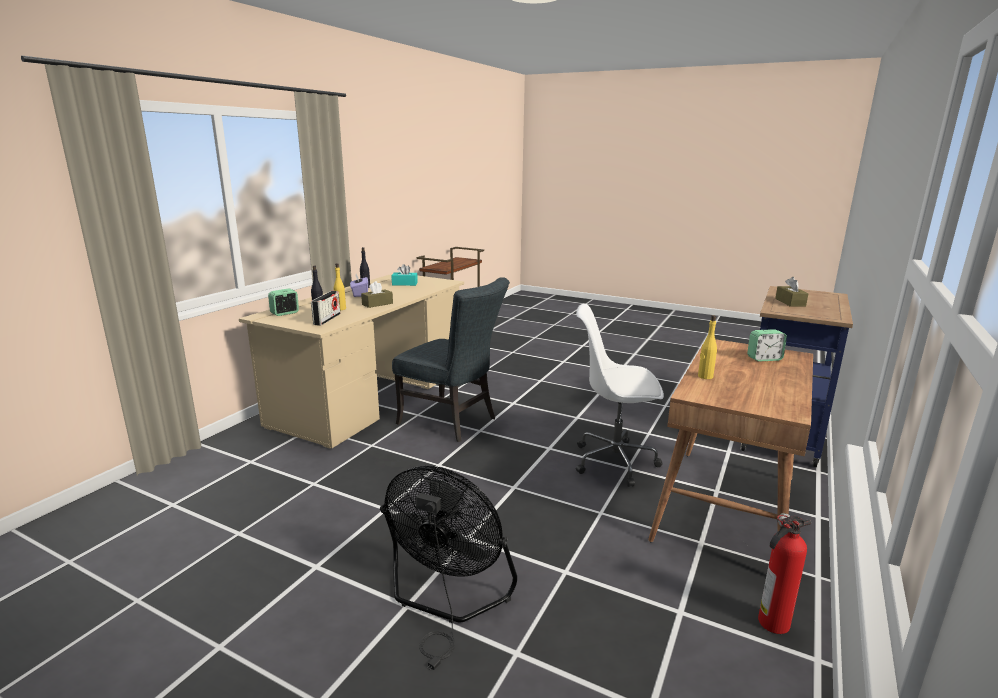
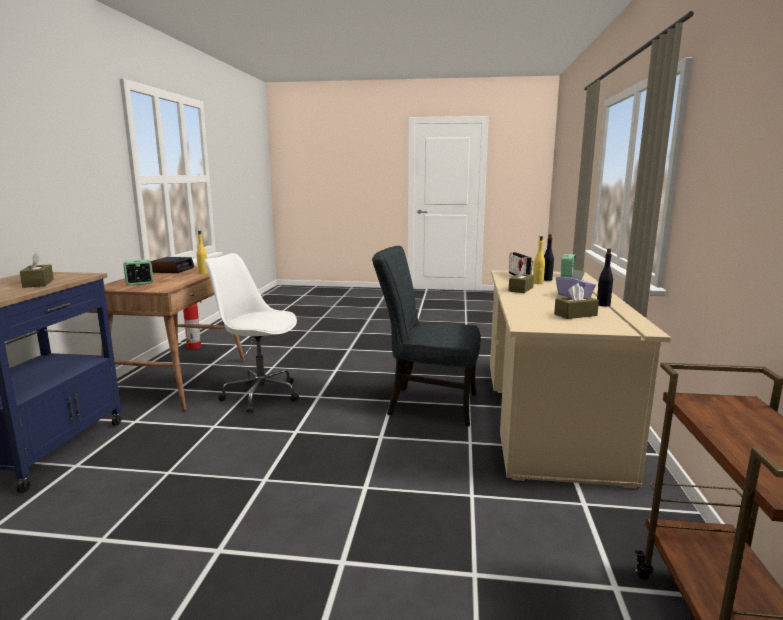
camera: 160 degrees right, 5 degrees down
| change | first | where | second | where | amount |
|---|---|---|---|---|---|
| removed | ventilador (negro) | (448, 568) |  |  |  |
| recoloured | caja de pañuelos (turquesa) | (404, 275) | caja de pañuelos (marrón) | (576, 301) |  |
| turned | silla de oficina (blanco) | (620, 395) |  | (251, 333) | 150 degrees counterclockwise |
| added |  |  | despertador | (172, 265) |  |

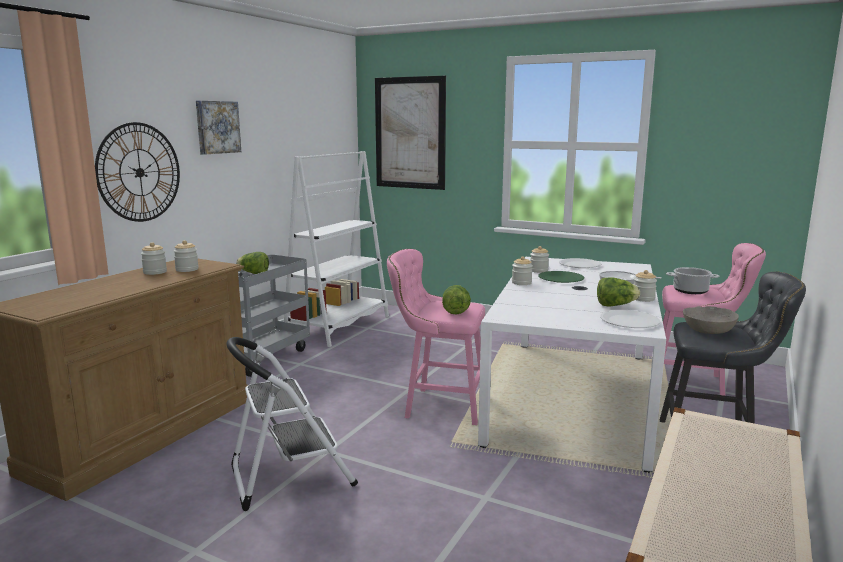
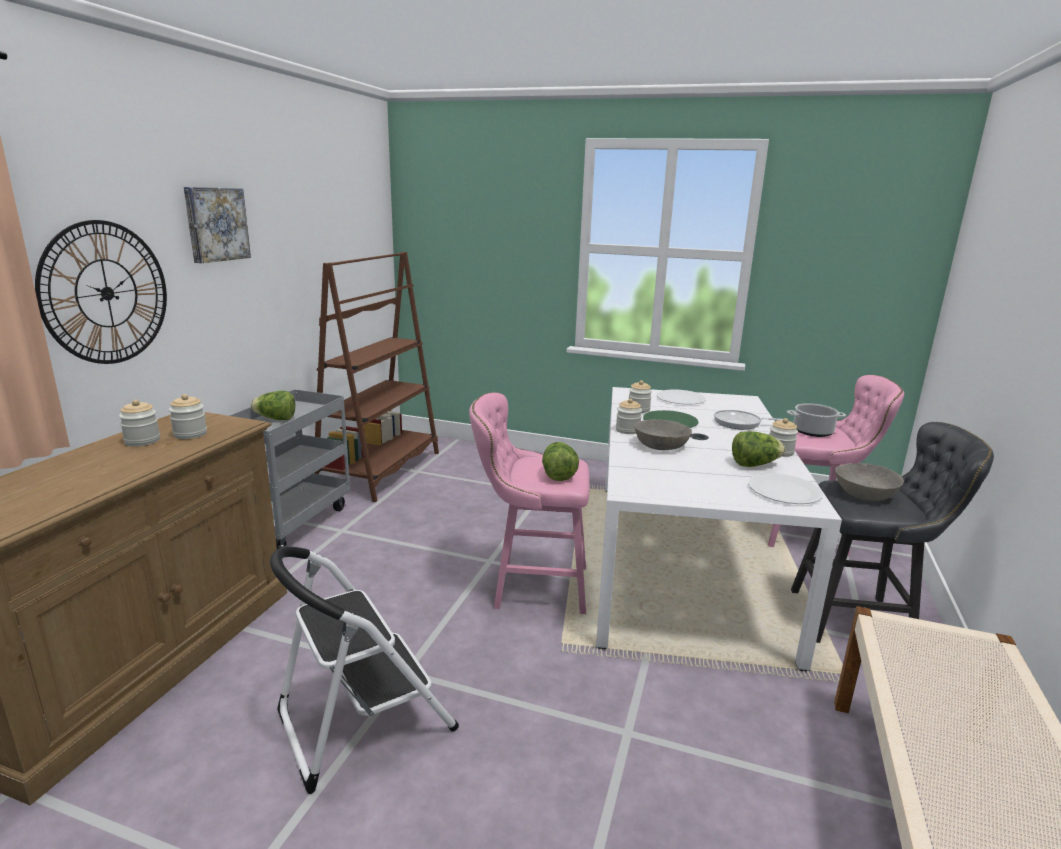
camera: 10 degrees left, 5 degrees up
| change | first | where | second | where | amount |
|---|---|---|---|---|---|
| recoloured | estantería (blanco) | (336, 249) | estantería (marrón) | (377, 377) |  |
| removed | cuadro | (410, 132) |  |  |  |
| added |  |  | cuenco (gris) | (663, 434) |  |

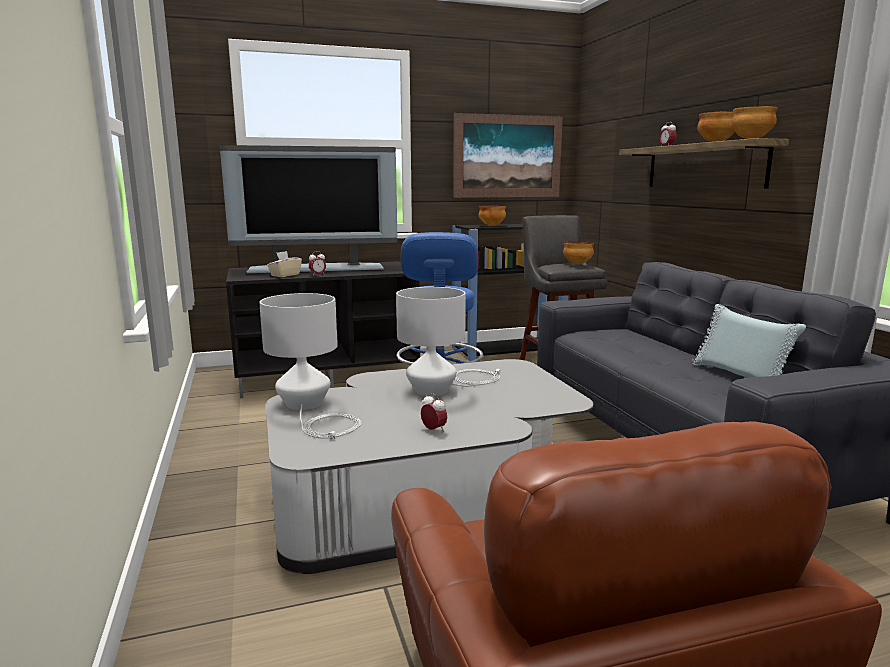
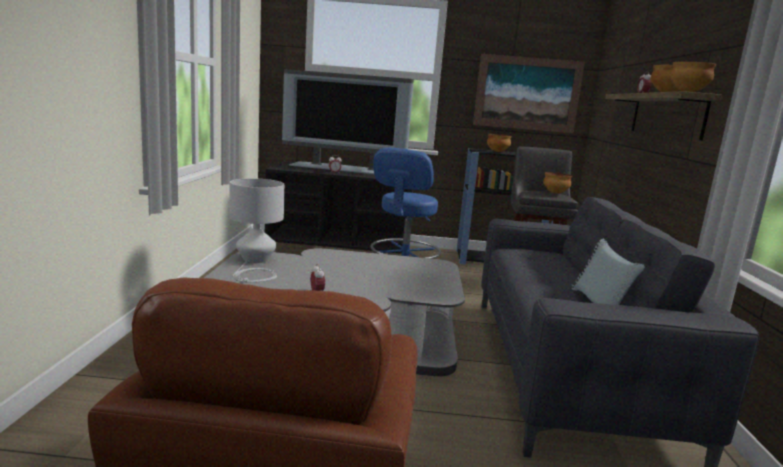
camera: 20 degrees right, 0 degrees up
| change | first | where | second | where | amount |
|---|---|---|---|---|---|
| removed | caja de pañuelos (beis) | (284, 264) |  |  |  |
| removed | lámpara de mesa (blanco) | (448, 341) |  |  |  |

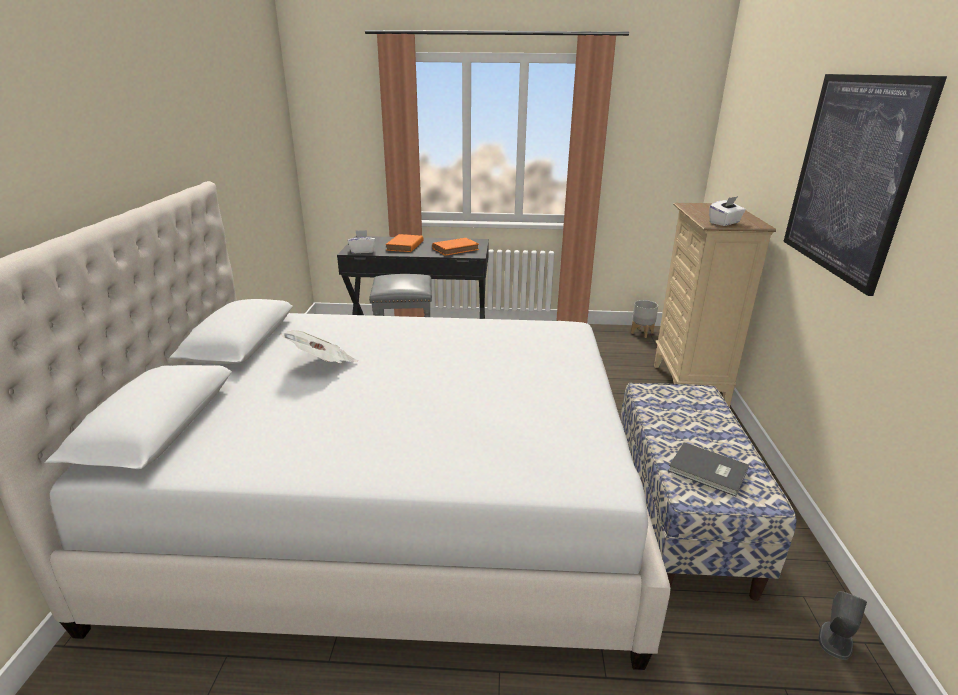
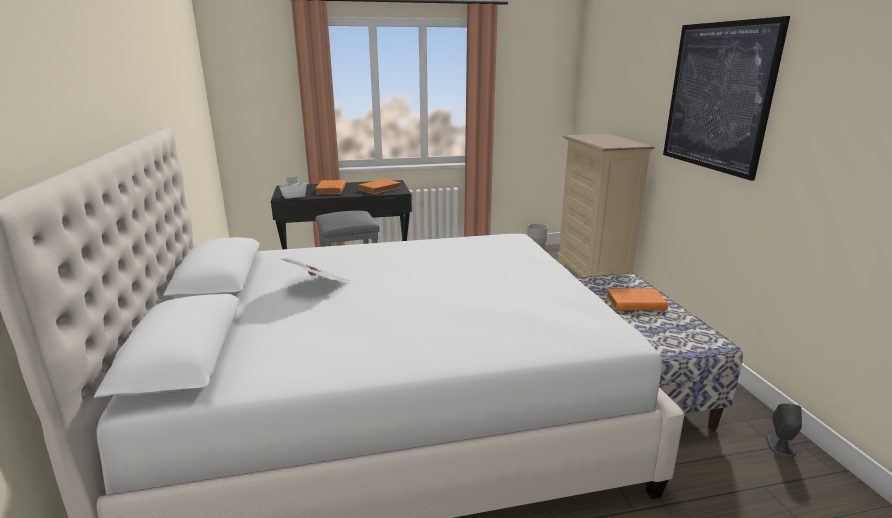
camera: 15 degrees left, 5 degrees down
| change | first | where | second | where | amount |
|---|---|---|---|---|---|
| removed | libro (gris) | (708, 469) |  |  |  |
| removed | caja de pañuelos (blanco) | (727, 211) |  |  |  |
| added |  |  | libro (naranja) | (637, 299) |  |

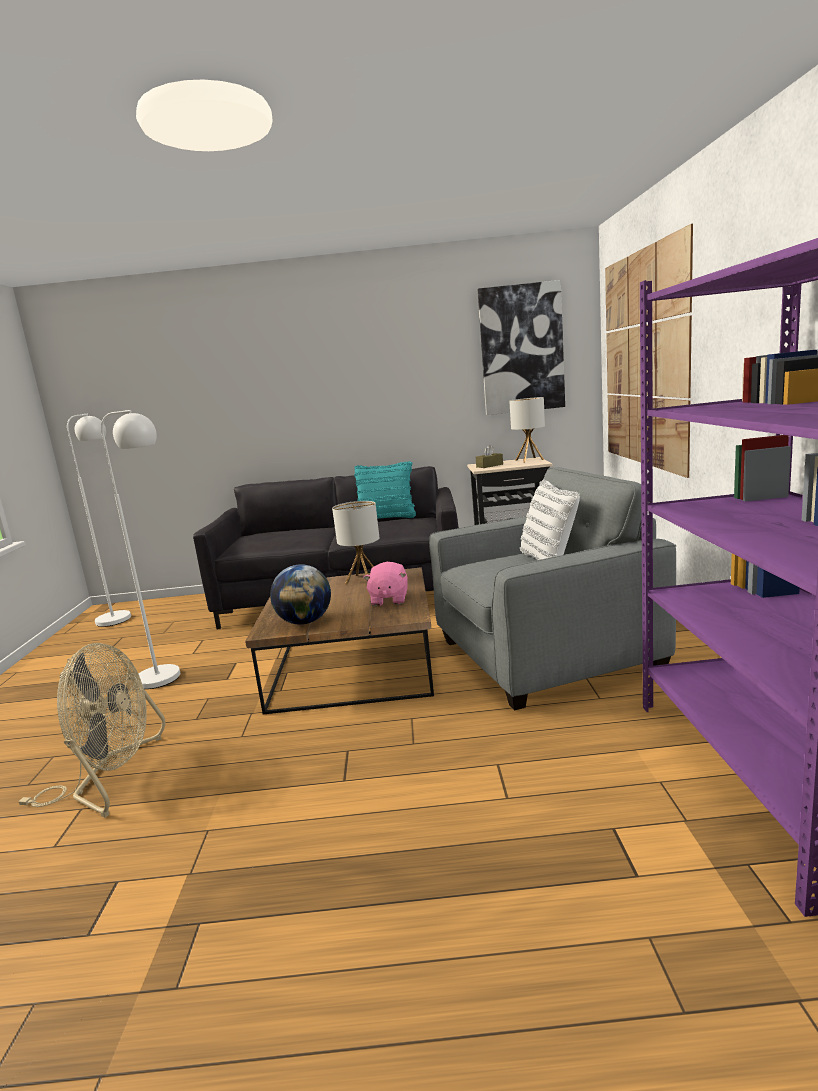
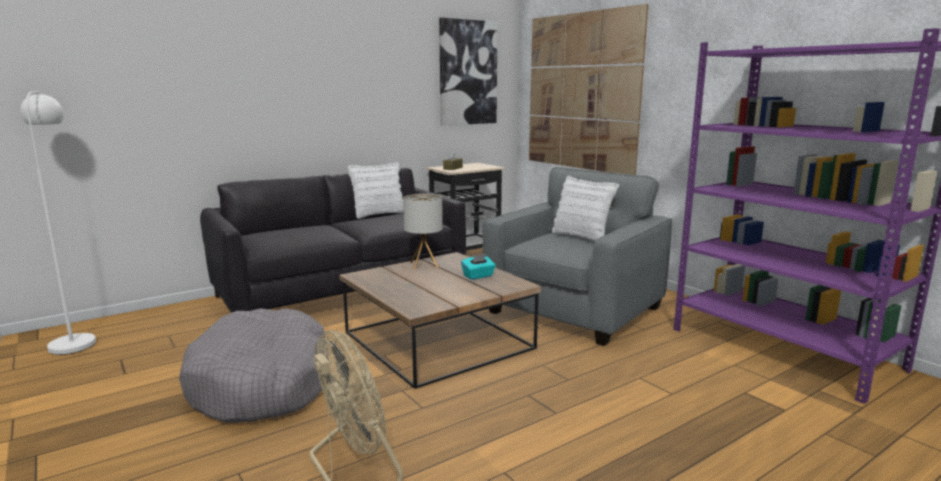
camera: 35 degrees left, 0 degrees up
| change | first | where | second | where | amount |
|---|---|---|---|---|---|
| replaced | lámpara de pie (blanco) | (140, 549) | cama para perro (gris) | (253, 365) |  |
| removed | globo terráqueo | (300, 594) |  |  |  |
| recoloured | cojín (turquesa) | (385, 490) | cojín (blanco) | (376, 190) |  |
| replaced | peluche (rosa) | (385, 584) | caja de pañuelos (turquesa) | (478, 267) |  |
| removed | lámpara de mesa | (527, 430) |  |  |  |

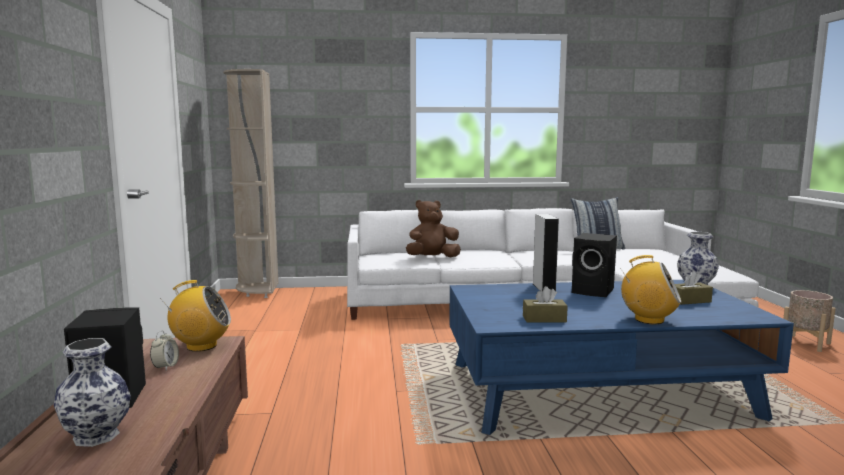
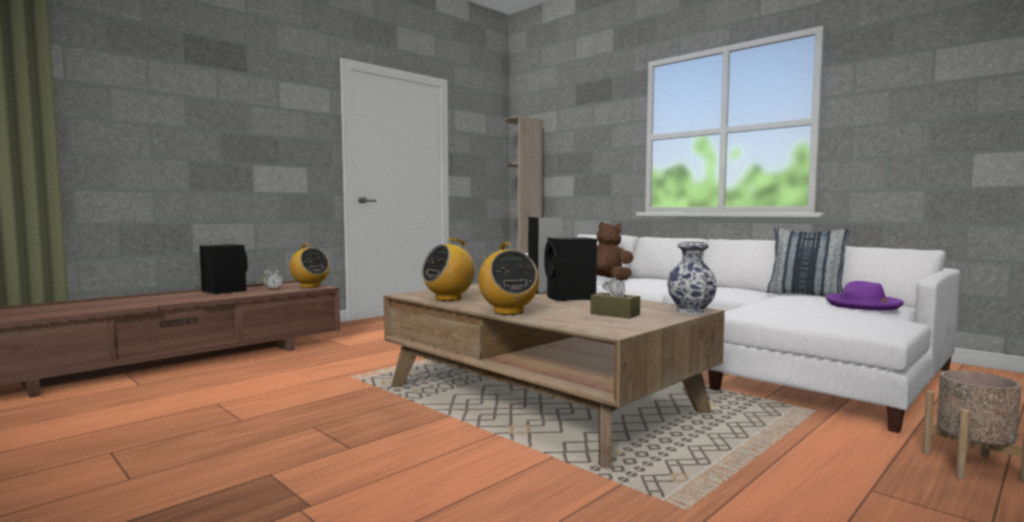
camera: 50 degrees right, 5 degrees down
| change | first | where | second | where | amount |
|---|---|---|---|---|---|
| removed | florero | (92, 392) |  |  |  |
| recoloured | mesa de centro (azul) | (621, 357) | mesa de centro (marrón) | (554, 376) |  |
| replaced | caja de pañuelos (marrón) | (545, 304) | radio | (448, 269) |  |
| added |  |  | sombrero (morado) | (865, 295) |  |

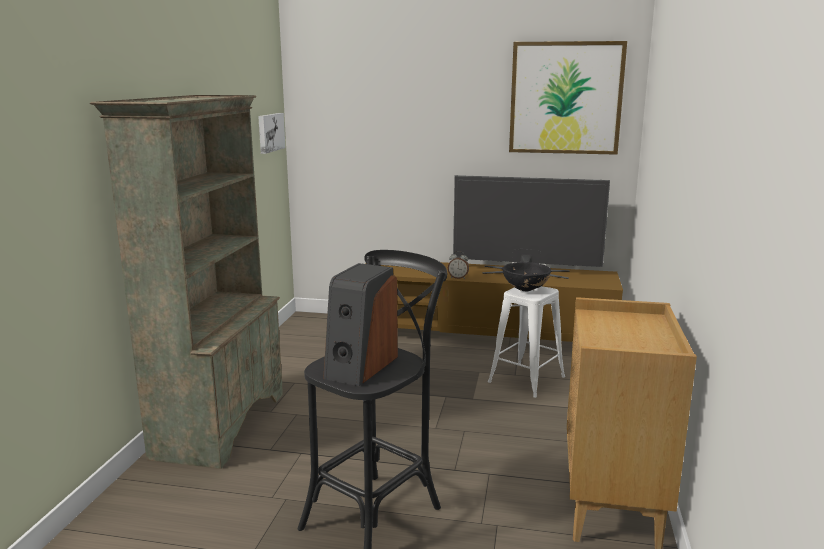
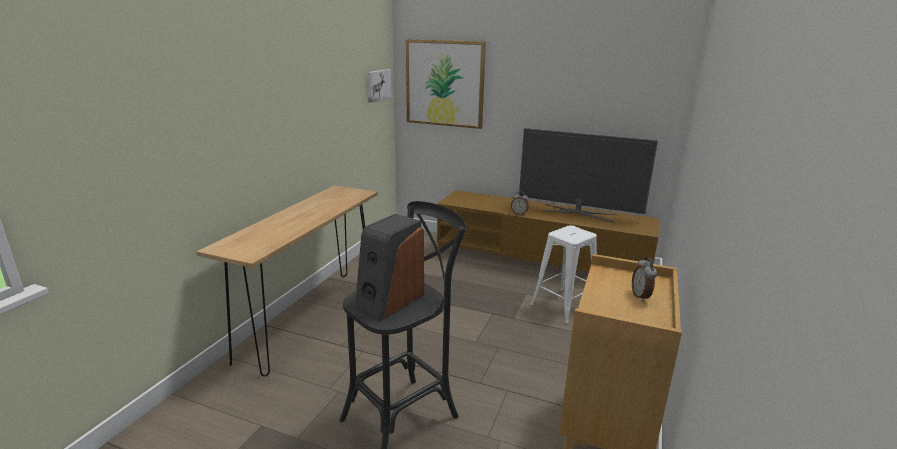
camera: 10 degrees right, 5 degrees up
| change | first | where | second | where | amount |
|---|---|---|---|---|---|
| replaced | estantería (verde) | (186, 282) | mesa consola (marrón) | (287, 280) |  |
| removed | cuenco (negro) | (526, 277) |  |  |  |
| moved | cuadro | (568, 98) |  | (446, 84) |  |
| added |  |  | despertador | (644, 279) |  |

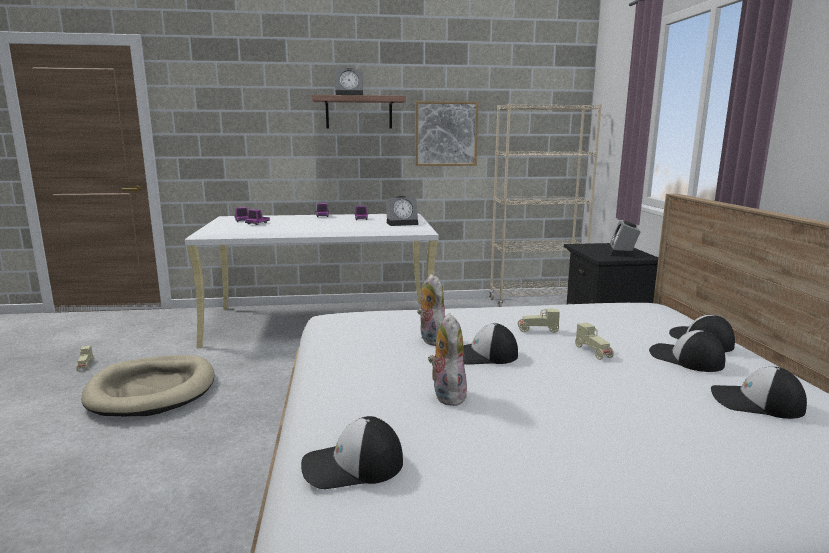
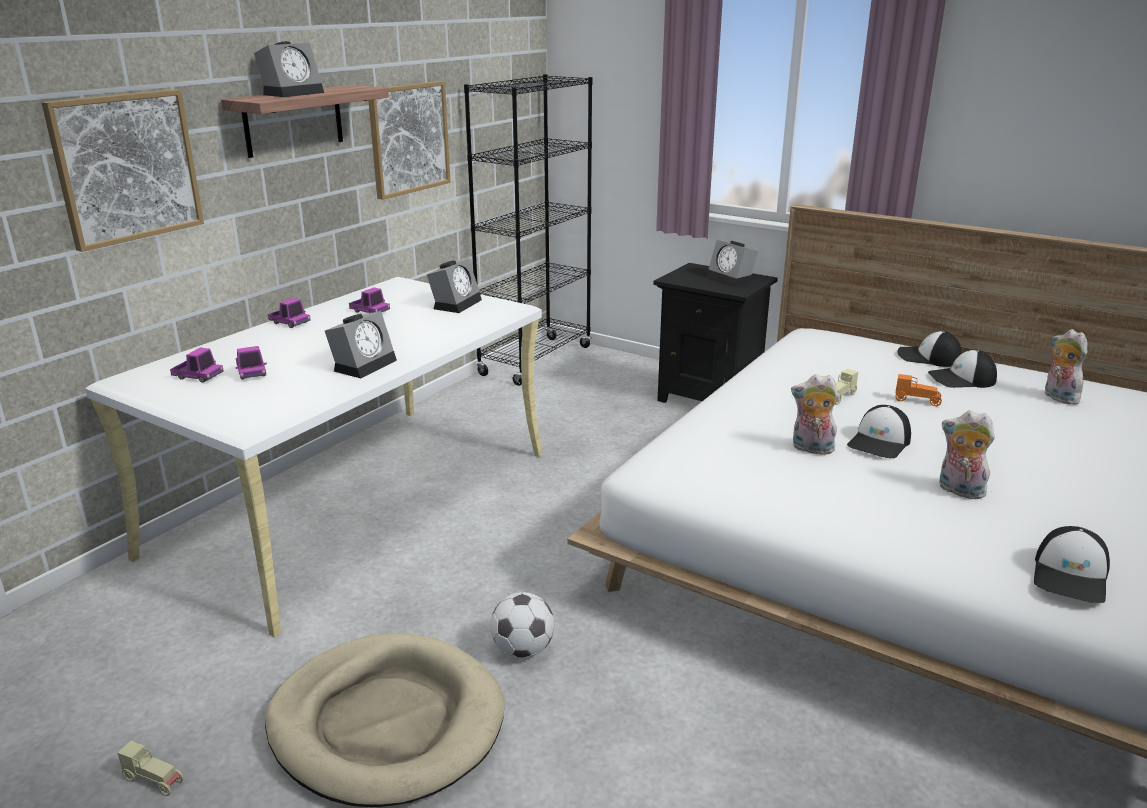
camera: 50 degrees left, 10 degrees up
| change | first | where | second | where | amount |
|---|---|---|---|---|---|
| recoloured | estantería (beis) | (545, 205) | estantería (negro) | (528, 230) |  |
| recoloured | coche de juguete (beis) | (594, 341) | coche de juguete (naranja) | (918, 390) |  |
| replaced | gorra | (759, 393) | peluche | (1066, 367) |  |
| added |  |  | cuadro | (122, 170) |  |
| added |  |  | despertador | (361, 344) |  |
| added |  |  | balón de fútbol | (522, 625) |  |

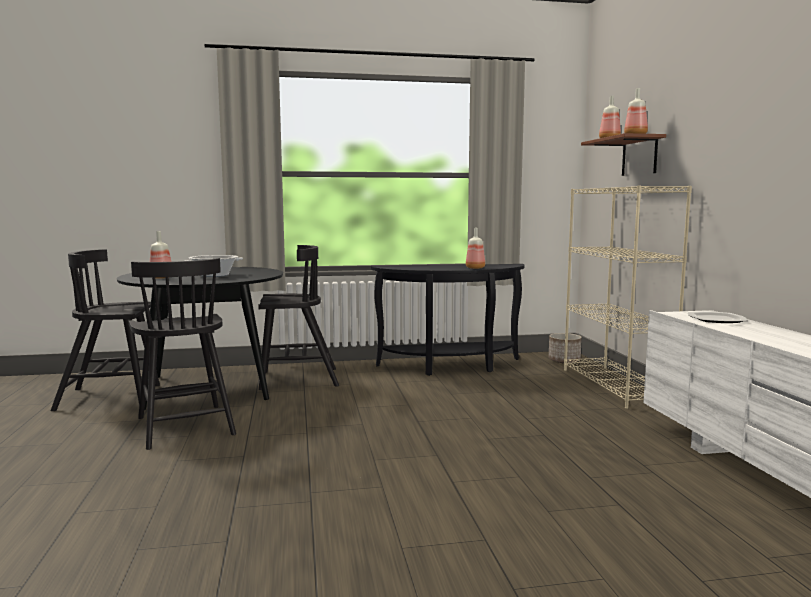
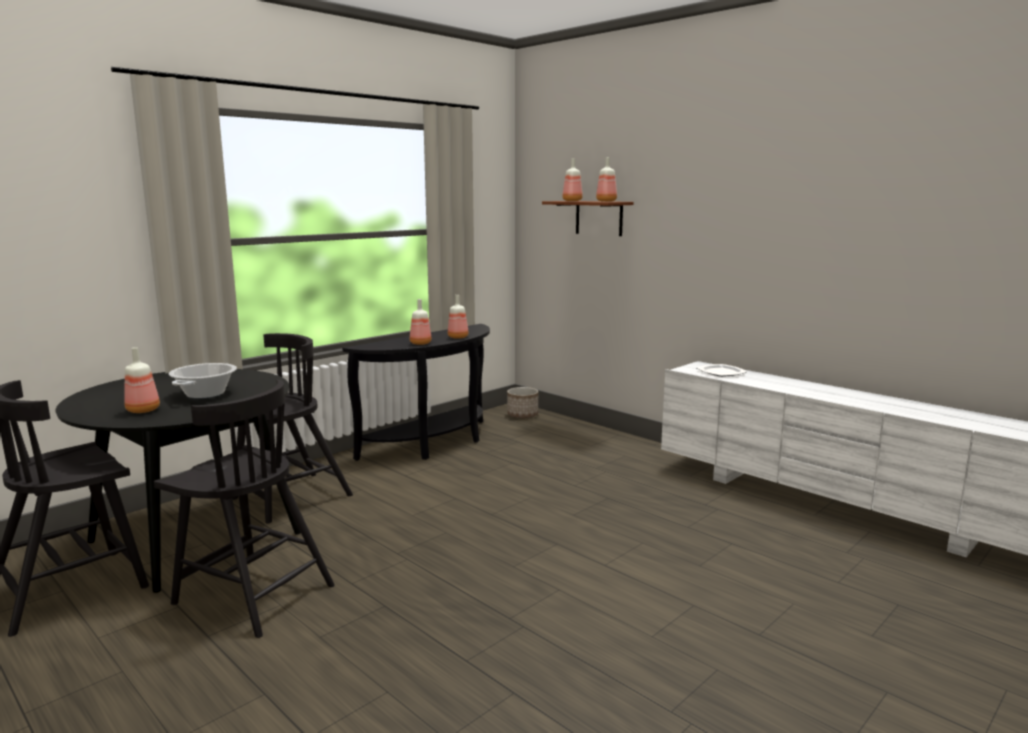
camera: 35 degrees left, 5 degrees up
| change | first | where | second | where | amount |
|---|---|---|---|---|---|
| removed | estantería (beis) | (628, 297) |  |  |  |
| added |  |  | botella | (421, 322) |  |

